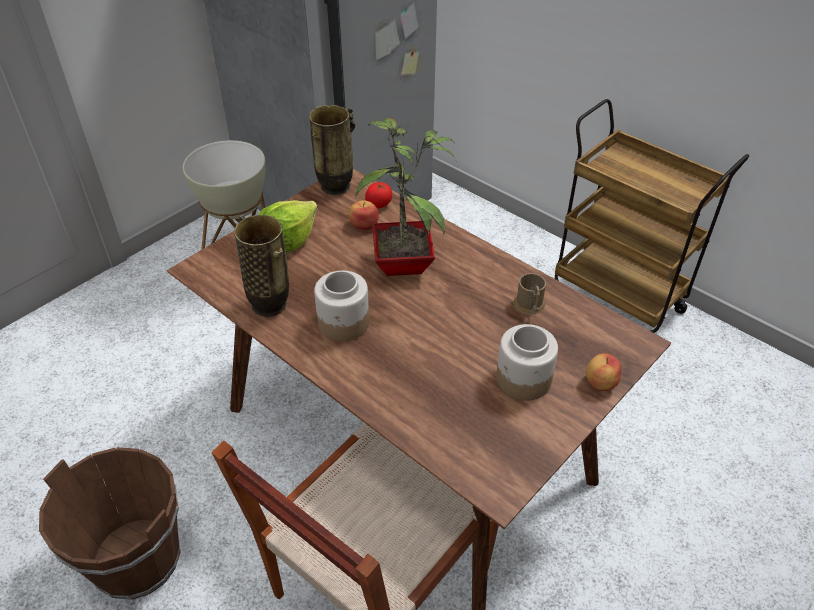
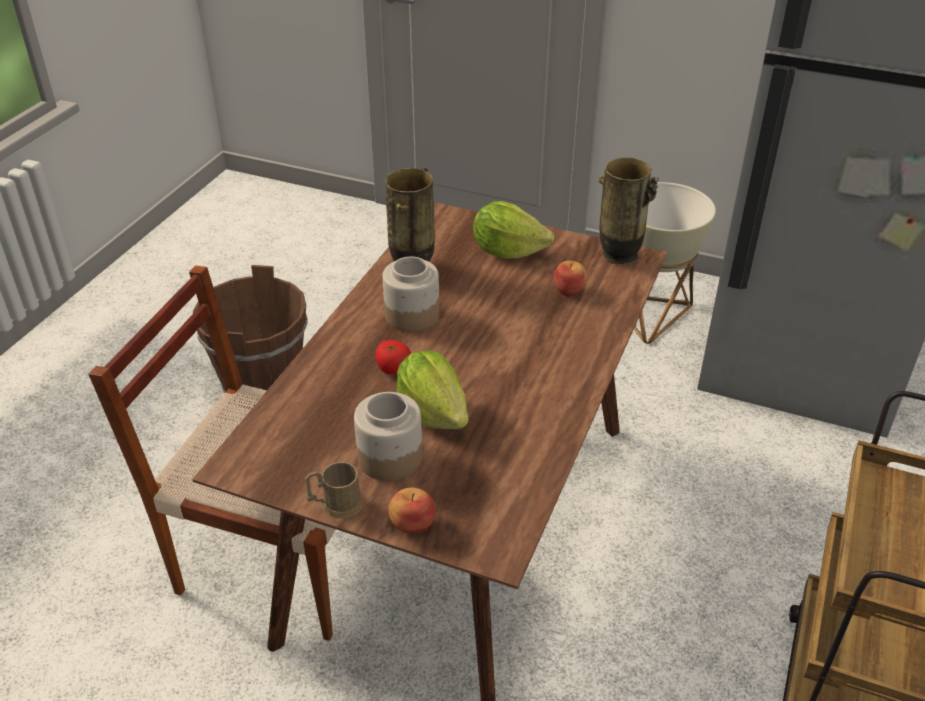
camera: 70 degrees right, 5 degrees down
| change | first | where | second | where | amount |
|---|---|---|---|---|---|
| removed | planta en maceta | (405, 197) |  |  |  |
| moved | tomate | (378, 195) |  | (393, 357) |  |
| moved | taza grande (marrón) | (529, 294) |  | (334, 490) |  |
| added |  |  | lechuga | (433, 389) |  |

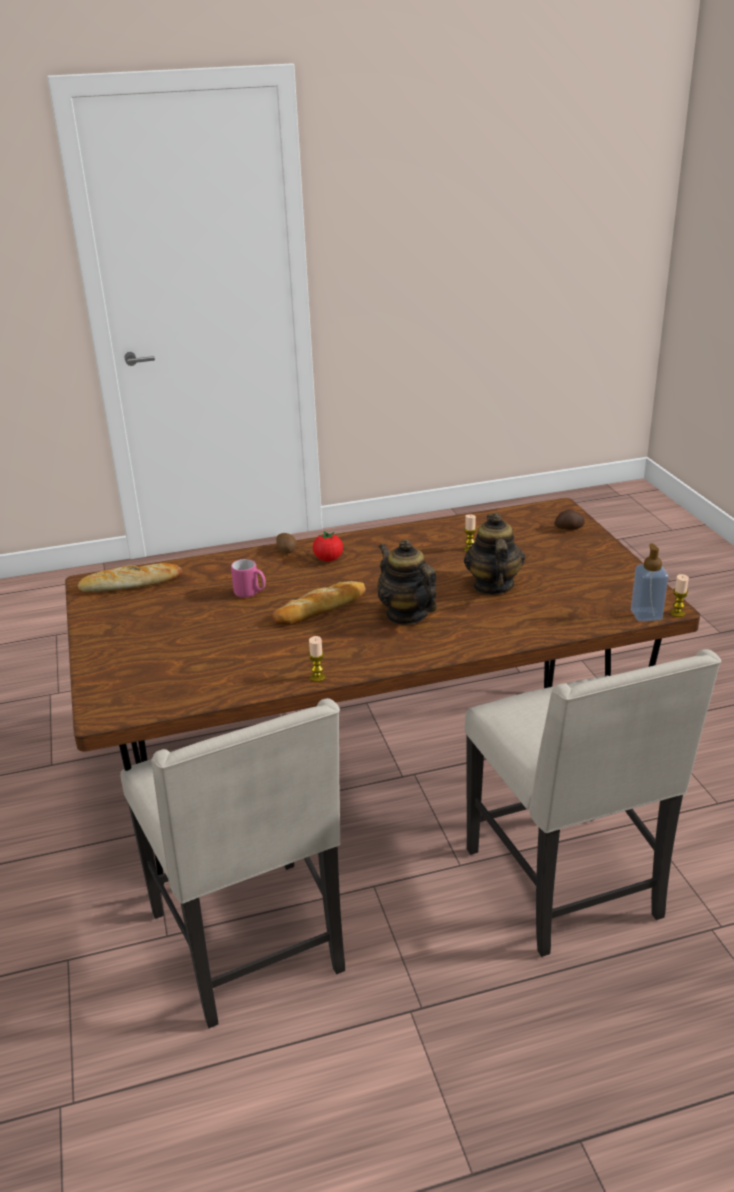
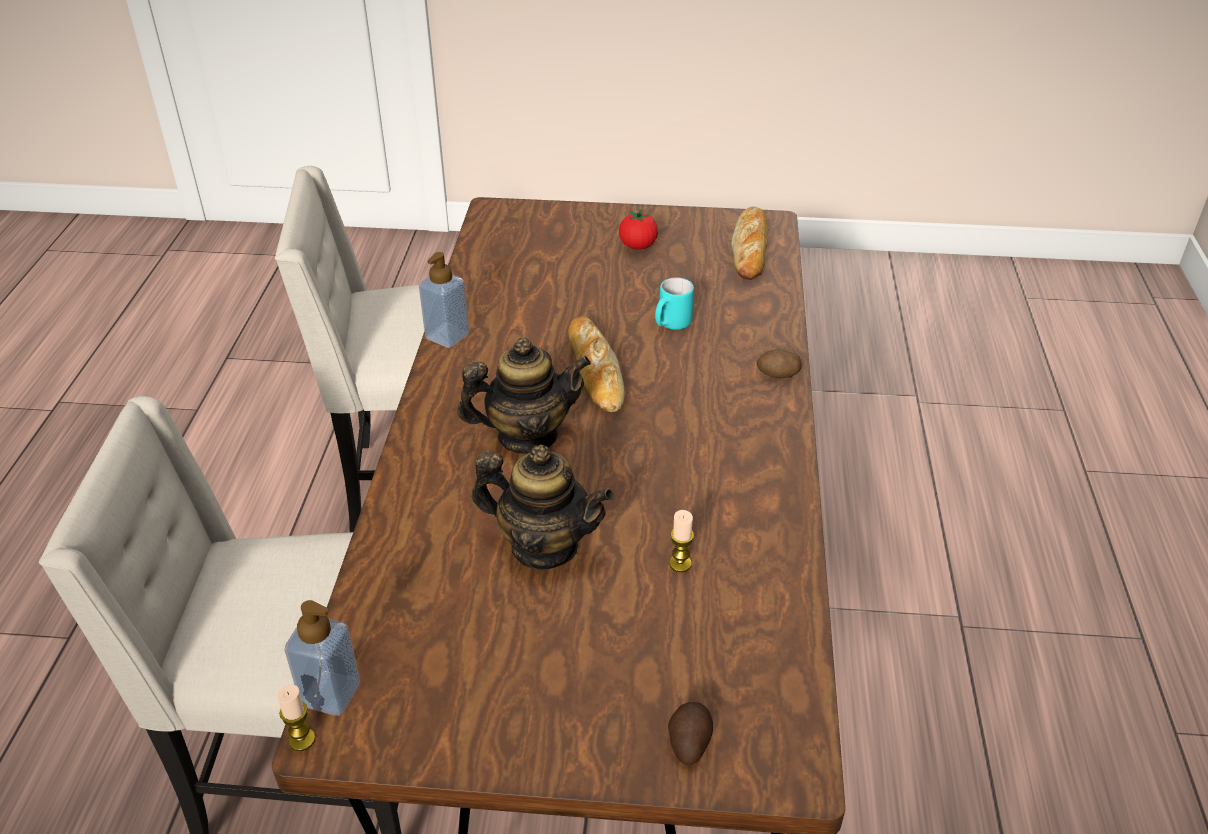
camera: 110 degrees right, 10 degrees up
| change | first | where | second | where | amount |
|---|---|---|---|---|---|
| recoloured | taza grande (rosa) | (248, 578) | taza grande (turquesa) | (674, 303) |  |
| replaced | vela | (316, 659) | dispensador de jabón | (444, 300) |  |
| moved | tomate | (328, 546) |  | (638, 229) |  |

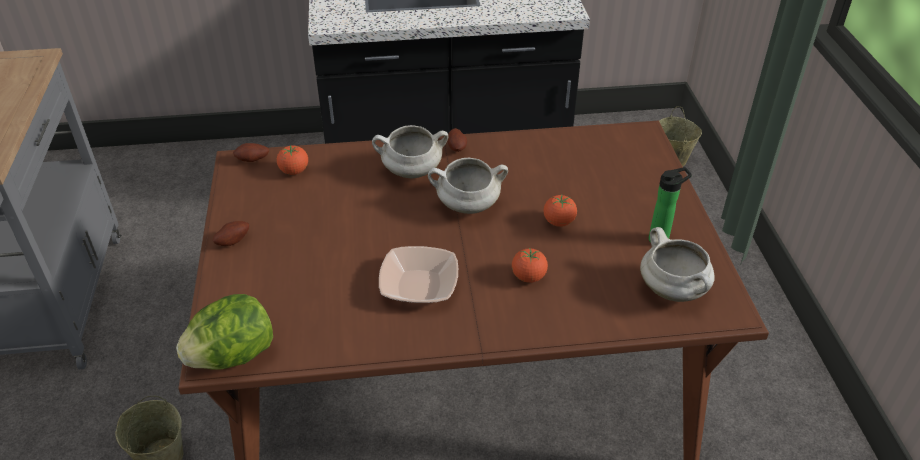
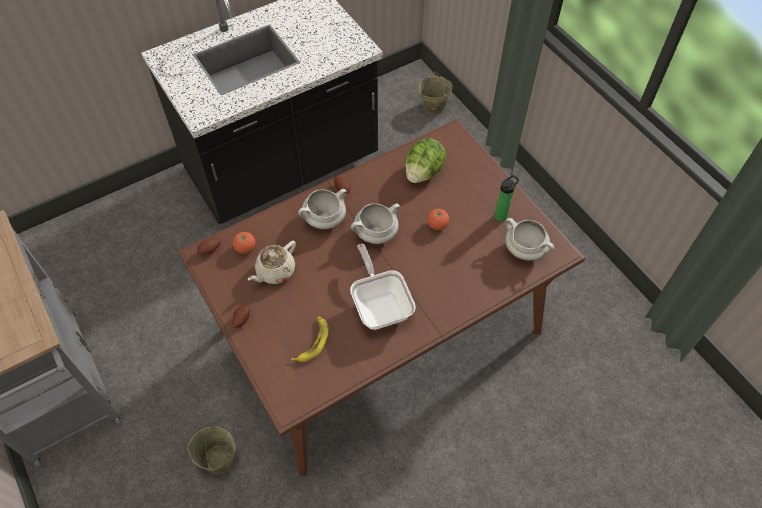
camera: 25 degrees left, 15 degrees up
| change | first | where | second | where | amount |
|---|---|---|---|---|---|
| moved | lechuga | (224, 332) |  | (426, 160) |  |
| replaced | cuenco | (418, 274) | sartén | (383, 287) |  |
| removed | tomate | (530, 265) |  |  |  |
| added |  |  | tetera (beis) | (272, 262) |  |
| added |  |  | plátano | (310, 339) |  |

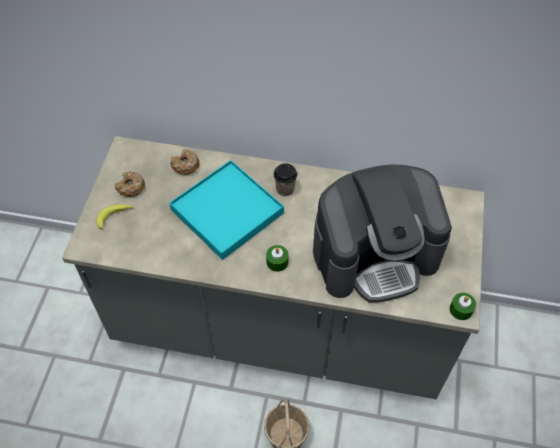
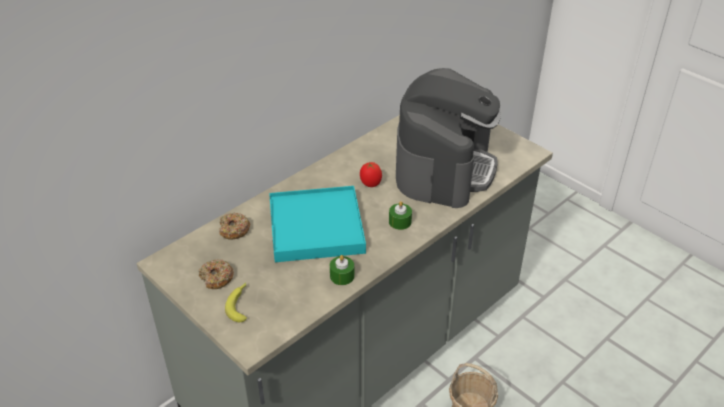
camera: 55 degrees left, 15 degrees down
| change | first | where | second | where | amount |
|---|---|---|---|---|---|
| removed | taza | (285, 179) |  |  |  |
| moved | vela (verde) | (463, 306) |  | (342, 270) |  |
| added |  |  | tomate | (371, 174) |  |

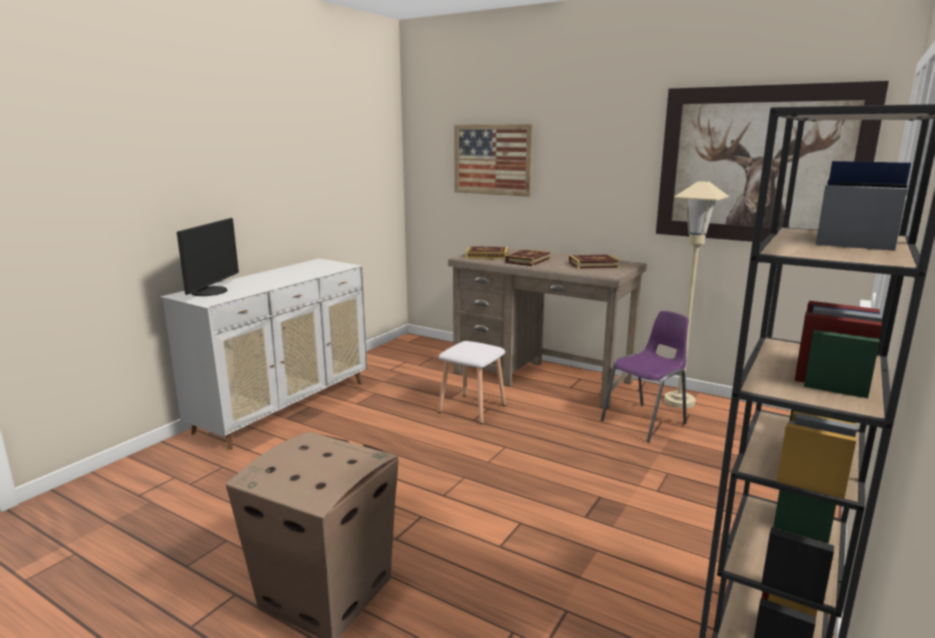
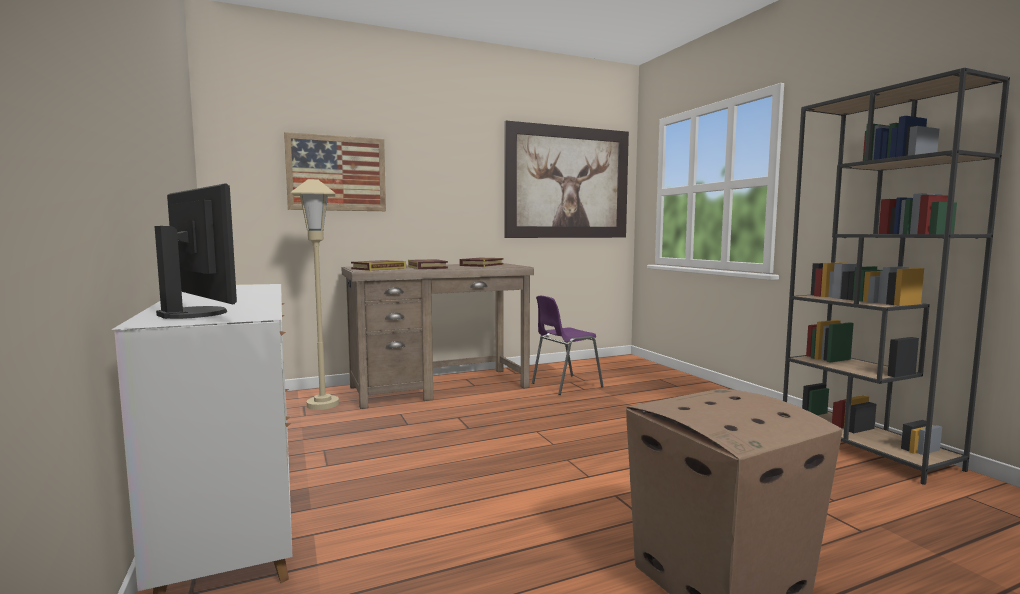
camera: 55 degrees left, 10 degrees down
| change | first | where | second | where | amount |
|---|---|---|---|---|---|
| removed | taburete (blanco) | (472, 382) |  |  |  |
| turned | silla (morado) | (645, 376) |  | (568, 345) | 120 degrees counterclockwise |
| moved | lámpara de pie (beis) | (696, 294) |  | (315, 294) |  |

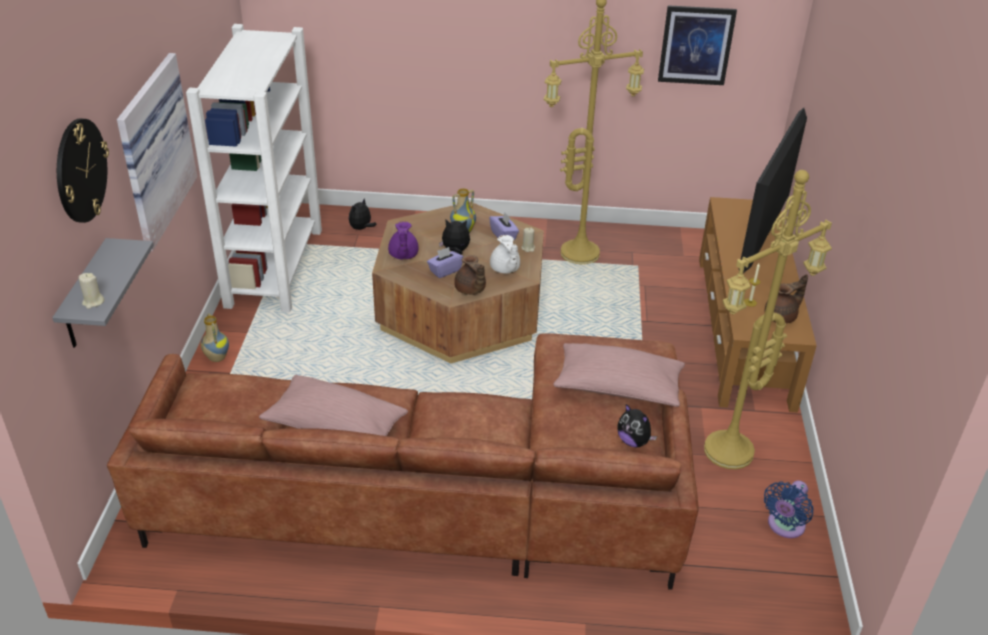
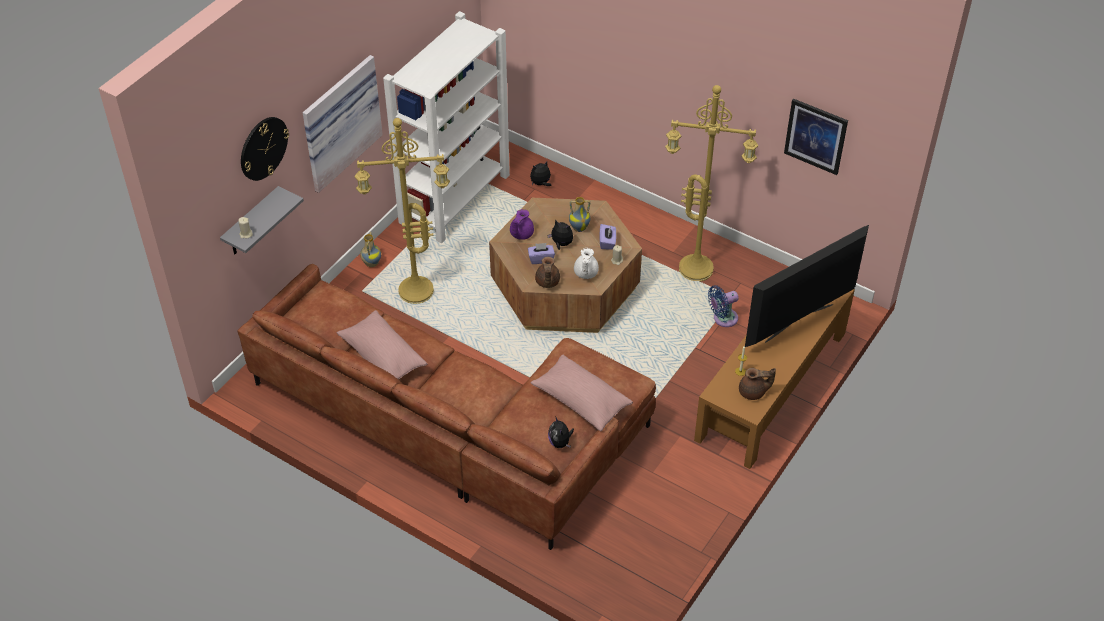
camera: 30 degrees right, 10 degrees up
| change | first | where | second | where | amount |
|---|---|---|---|---|---|
| moved | lámpara de pie (amarillo) | (768, 319) |  | (402, 211) |  |
| moved | ventilador (azul) | (789, 509) |  | (723, 306) |  |

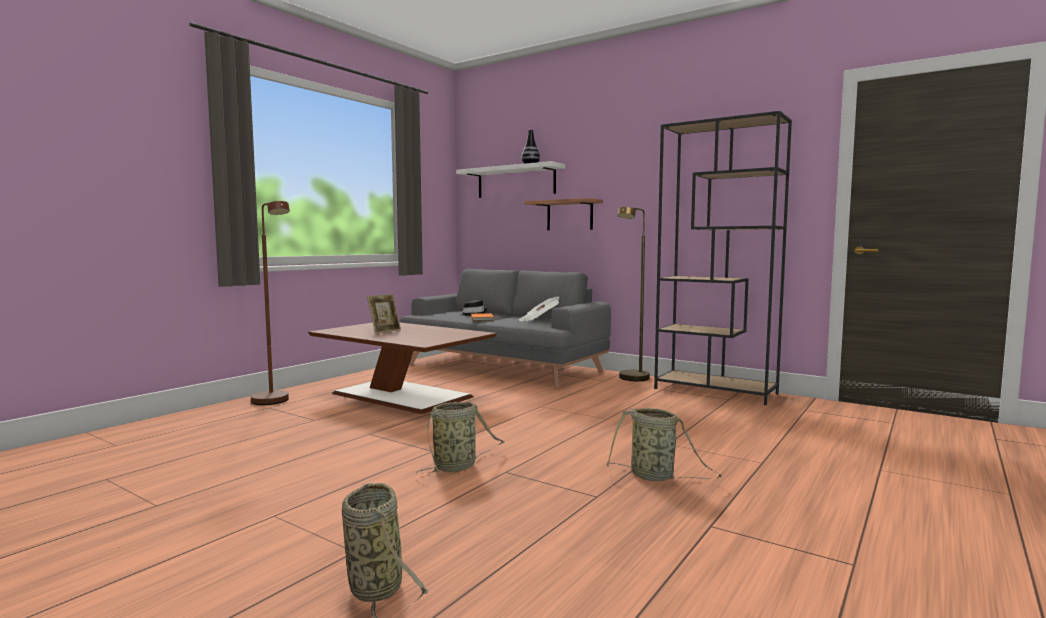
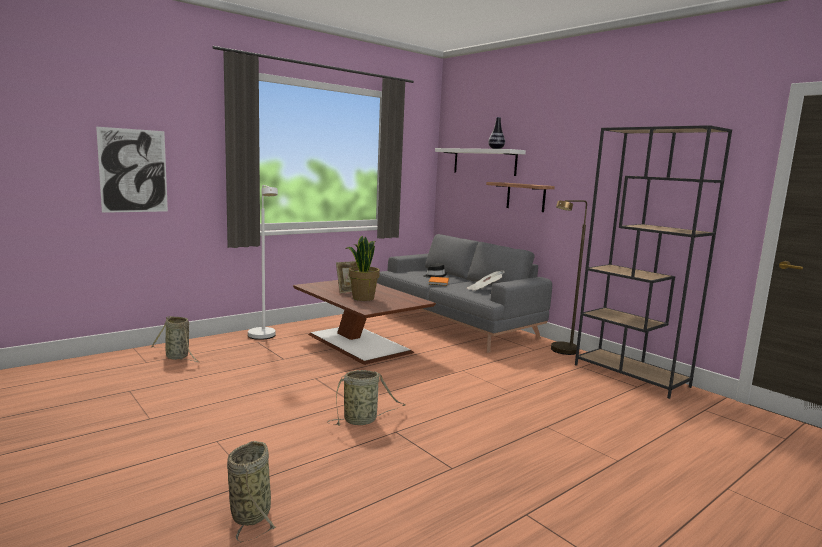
camera: 15 degrees right, 5 degrees up
| change | first | where | second | where | amount |
|---|---|---|---|---|---|
| recoloured | lámpara de pie (marrón) | (270, 303) | lámpara de pie (blanco) | (263, 262) |  |
| moved | cesta | (664, 444) |  | (175, 339) |  |
| added |  |  | cuadro | (132, 170) |  |
| added |  |  | planta en maceta | (362, 268) |  |

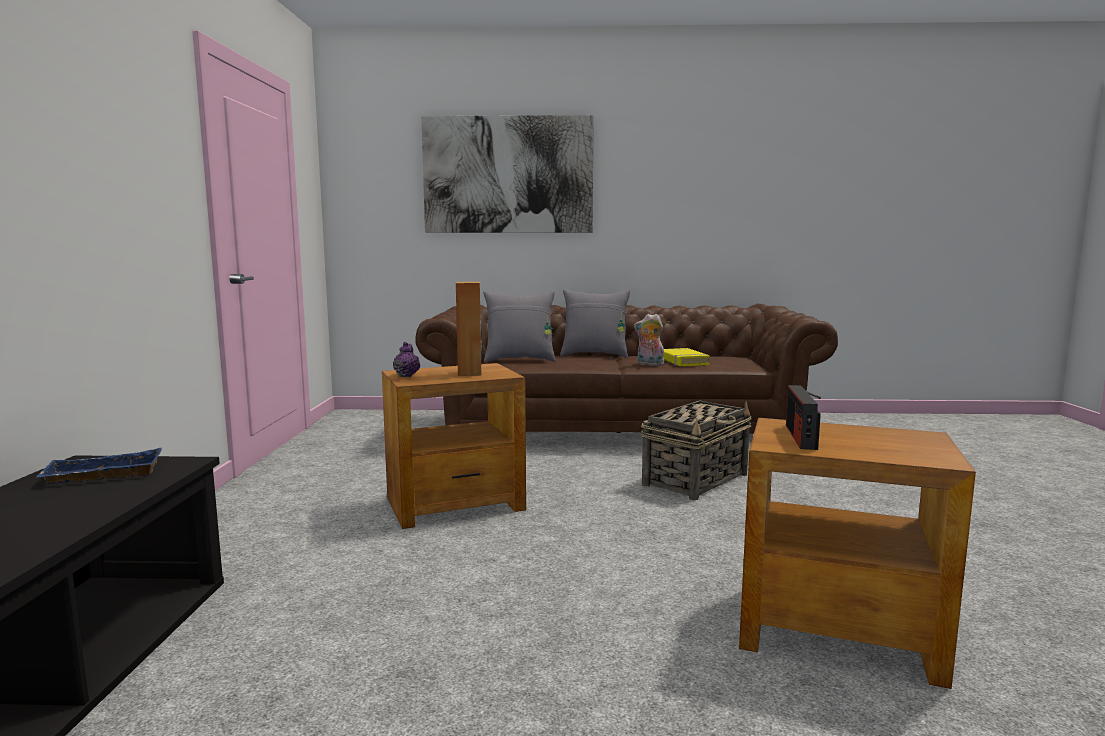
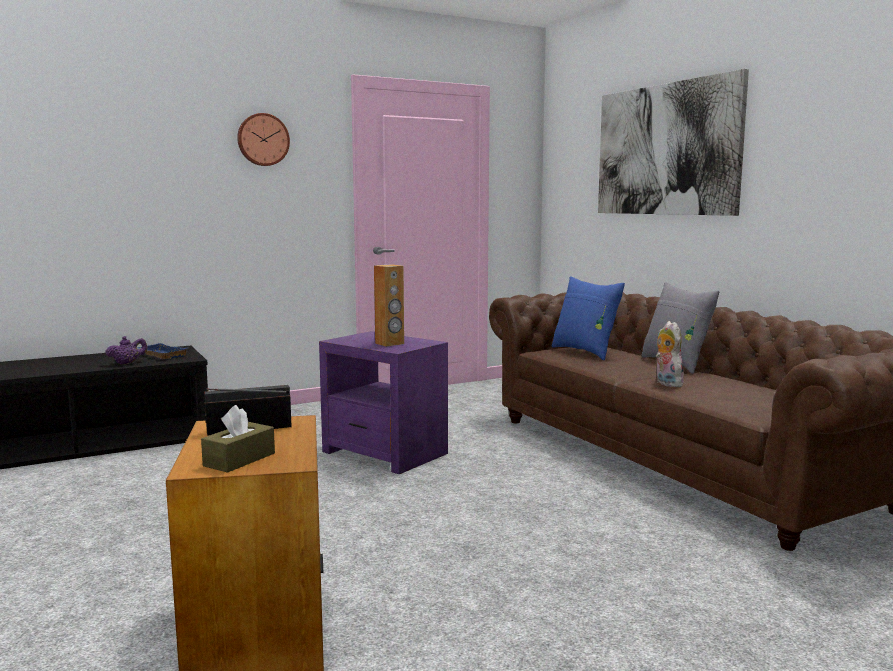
camera: 60 degrees right, 0 degrees up
| change | first | where | second | where | amount |
|---|---|---|---|---|---|
| recoloured | mesa auxiliar (marrón) | (454, 446) | mesa auxiliar (morado) | (383, 402) |  |
| moved | tetera (morado) | (406, 359) |  | (126, 350) |  |
| recoloured | cojín (gris) | (519, 326) | cojín (azul) | (588, 318) |  |
| removed | cesta | (696, 450) |  |  |  |
| removed | libro (amarillo) | (686, 357) |  |  |  |
| added |  |  | caja de pañuelos (marrón) | (238, 439) |  |
| added |  |  | reloj de pared | (263, 139) |  |

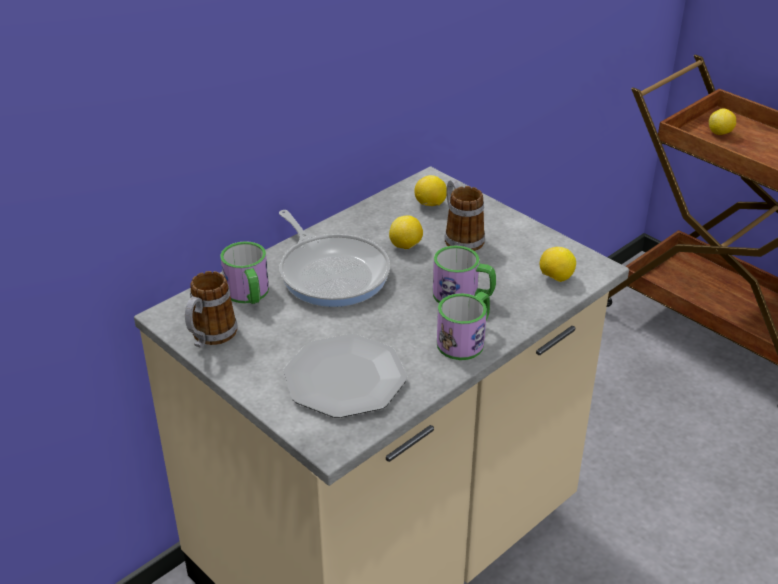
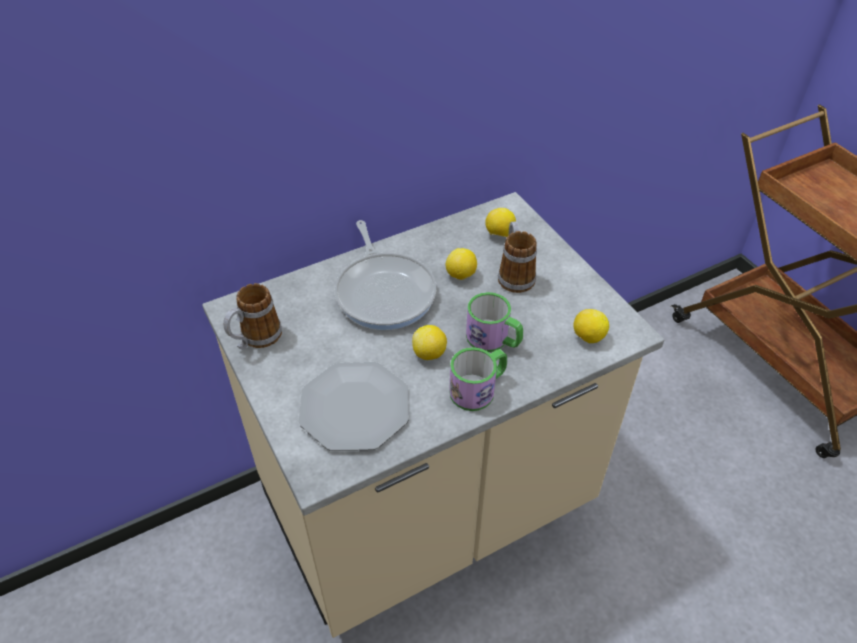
camera: 15 degrees right, 10 degrees up
| change | first | where | second | where | amount |
|---|---|---|---|---|---|
| removed | taza grande | (244, 272) |  |  |  |
| moved | limón | (722, 121) |  | (429, 342) |  |

